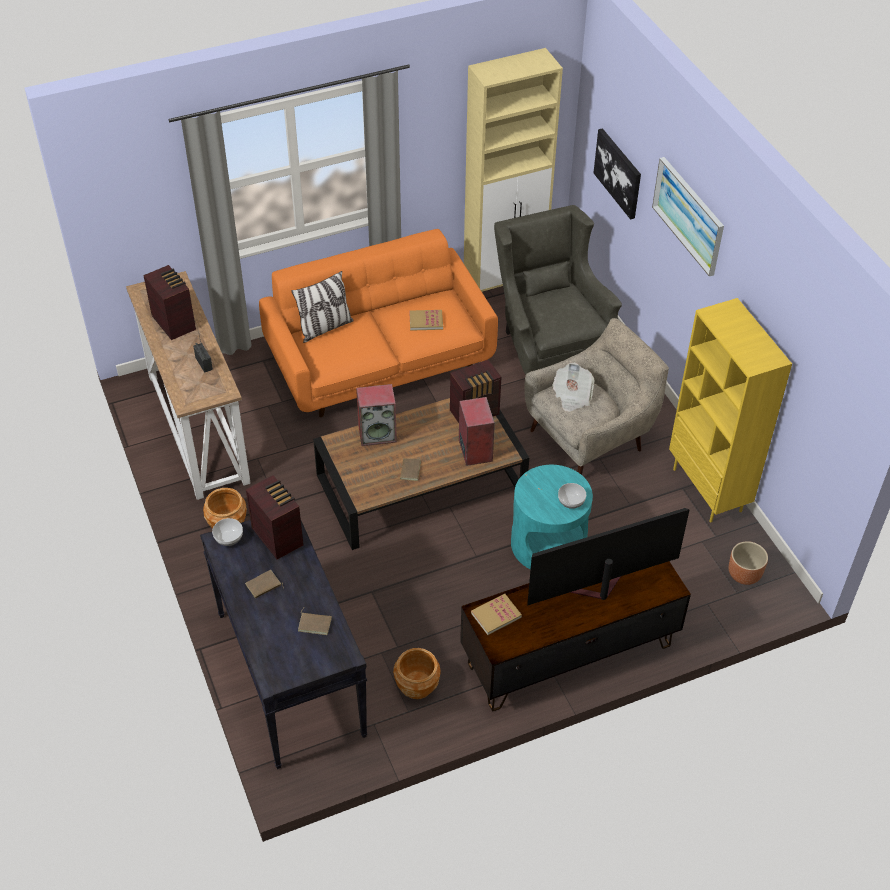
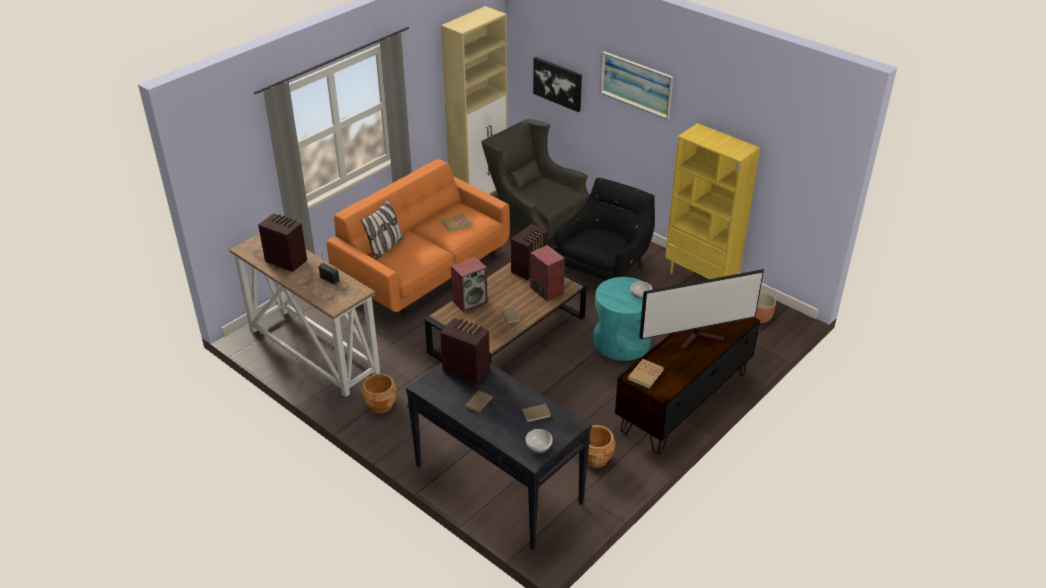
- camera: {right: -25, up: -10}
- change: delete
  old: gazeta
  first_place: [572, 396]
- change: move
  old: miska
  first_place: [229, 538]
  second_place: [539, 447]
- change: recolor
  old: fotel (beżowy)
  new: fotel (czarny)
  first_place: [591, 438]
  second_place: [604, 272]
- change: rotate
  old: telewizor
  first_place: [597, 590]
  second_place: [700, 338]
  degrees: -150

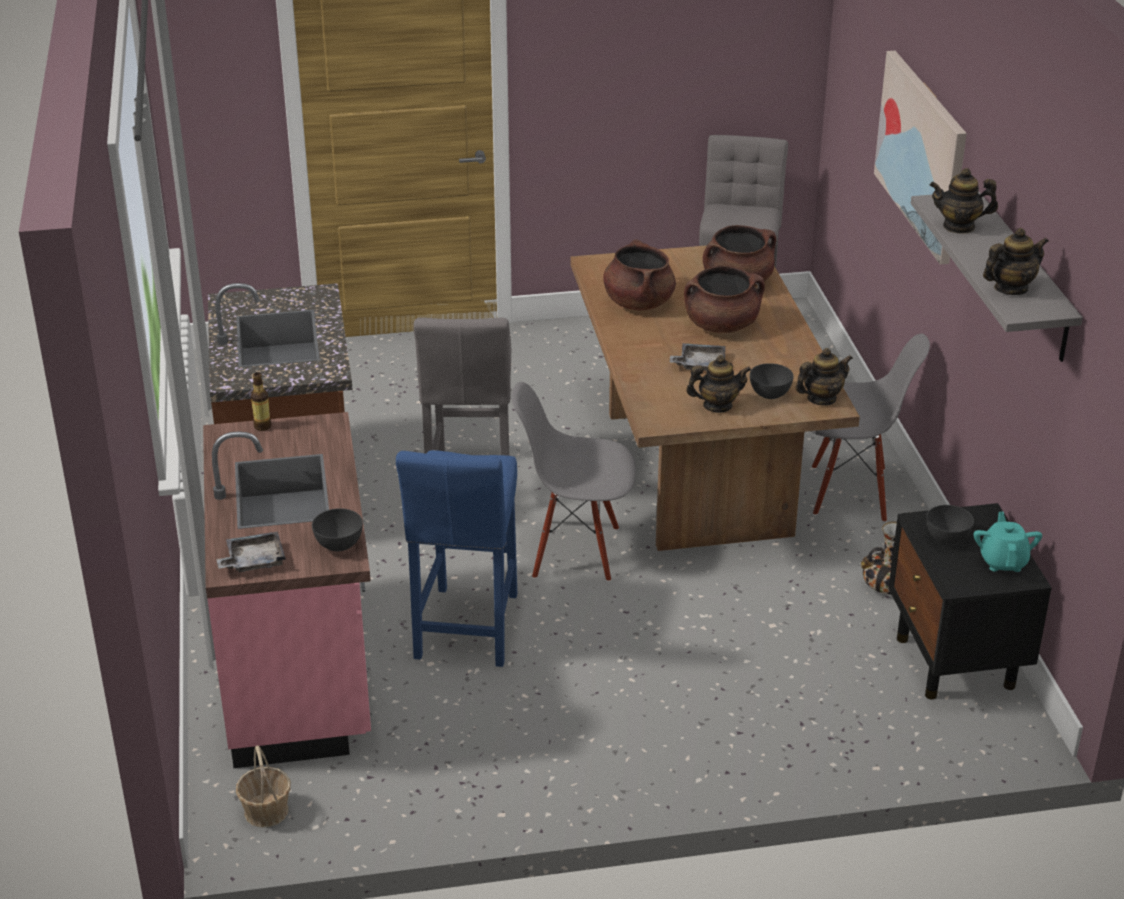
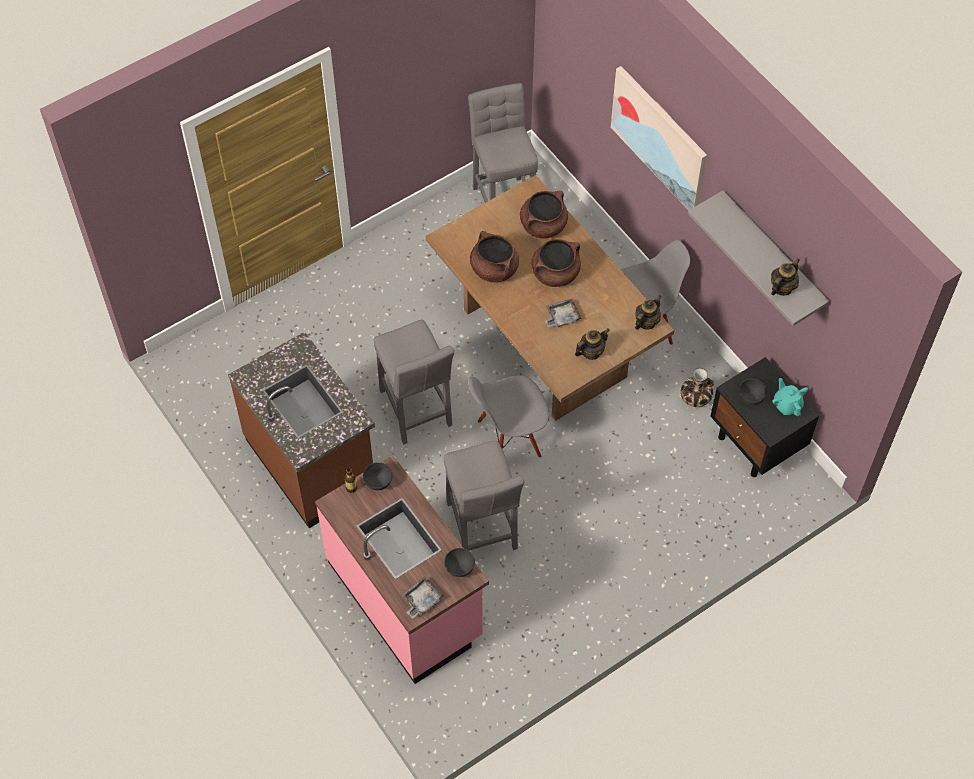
- camera: {right: -25, up: 25}
- change: delete
  old: koszyk
  first_place: [266, 811]
- change: delete
  old: imbryk
  first_place: [959, 226]
- change: move
  old: miska (szary)
  first_place: [770, 394]
  second_place: [378, 482]
- change: recolor
  old: stołek (niebieski)
  new: stołek (szary)
  first_place: [466, 631]
  second_place: [482, 530]

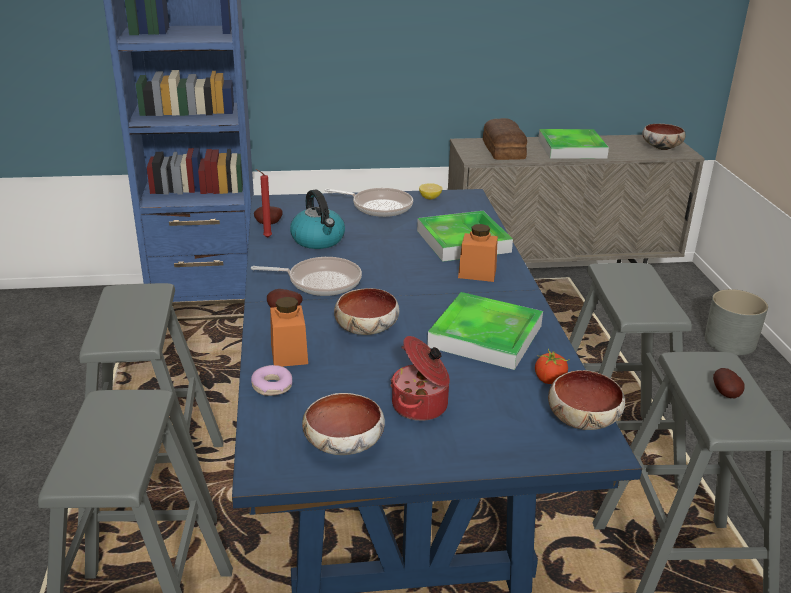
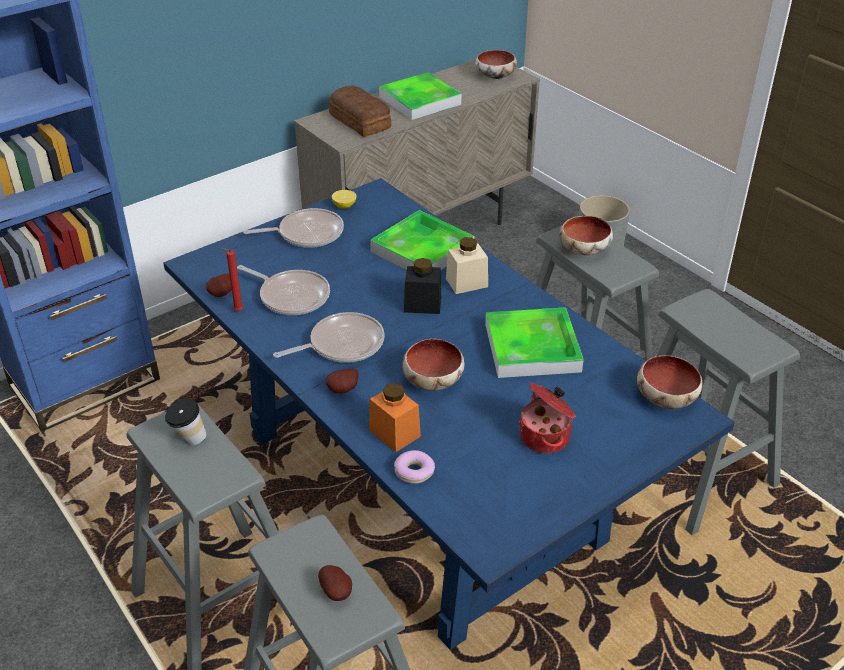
- camera: {right: -30, up: 10}
- change: delete
  old: pomidor
  first_place: [550, 380]
- change: insert
  new: filiżanka
  second_place: [189, 441]
- change: insert
  new: słoik (czarny)
  second_place: [422, 304]
- change: move
  old: miska
  first_place: [345, 444]
  second_place: [584, 249]
- change: move
  old: ziemniak
  first_place: [726, 395]
  second_place: [337, 592]
- change: replace
  old: czajnik
  new: patelnia
  first_place: [318, 240]
  second_place: [291, 296]
- change: recolor
  old: słoik (pomarańczowy)
  new: słoik (beżowy)
  first_place: [477, 273]
  second_place: [466, 282]

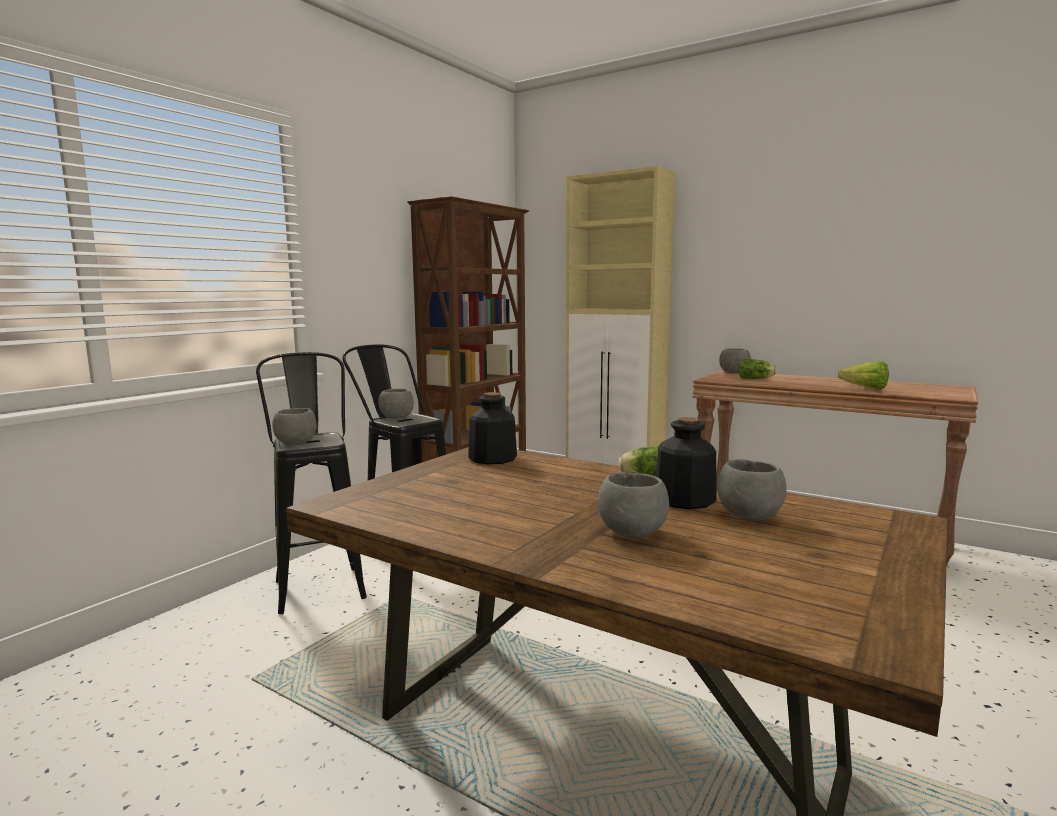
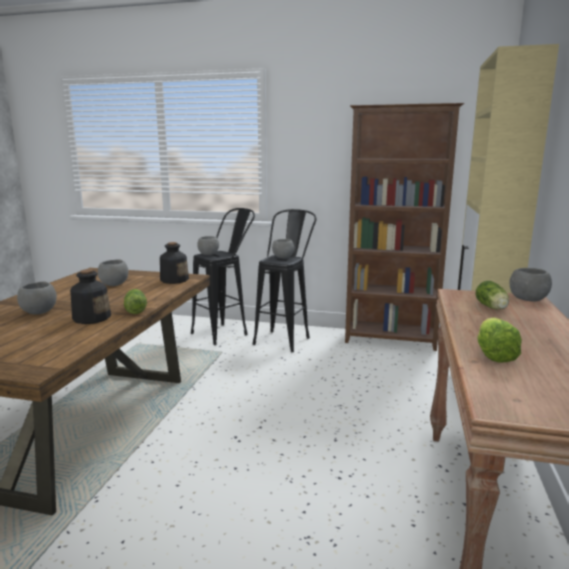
- camera: {right: 70, up: 5}
- change: move
  old: miska (szary)
  first_place: [750, 516]
  second_place: [114, 284]

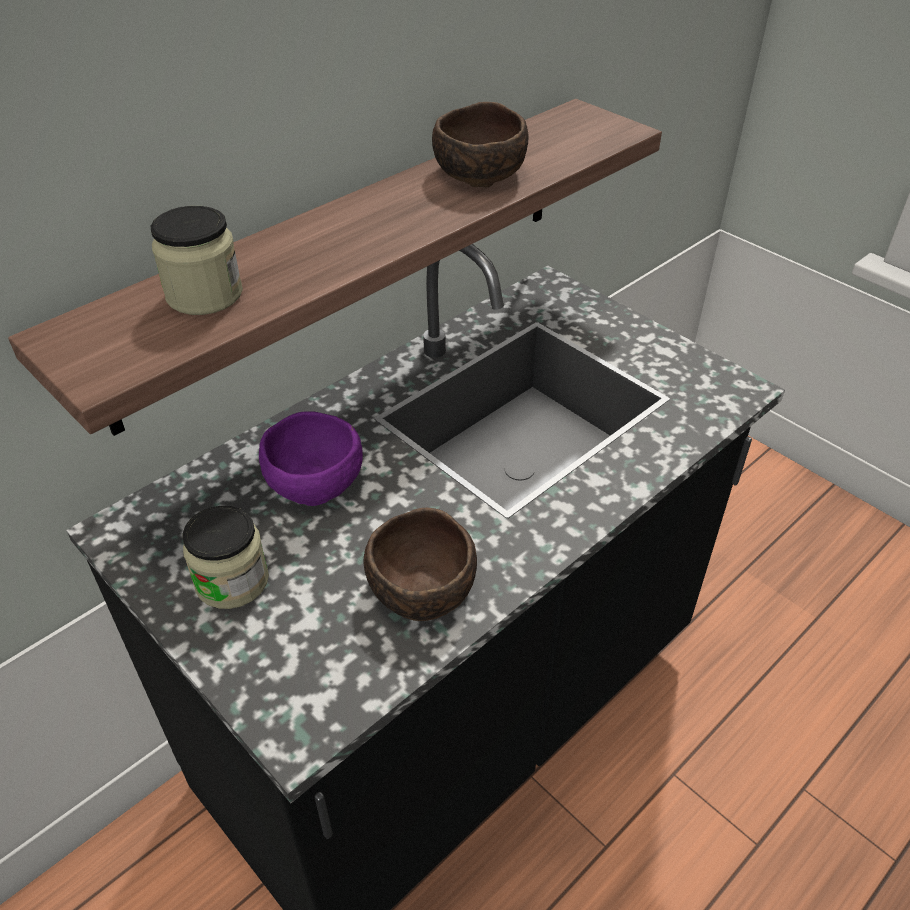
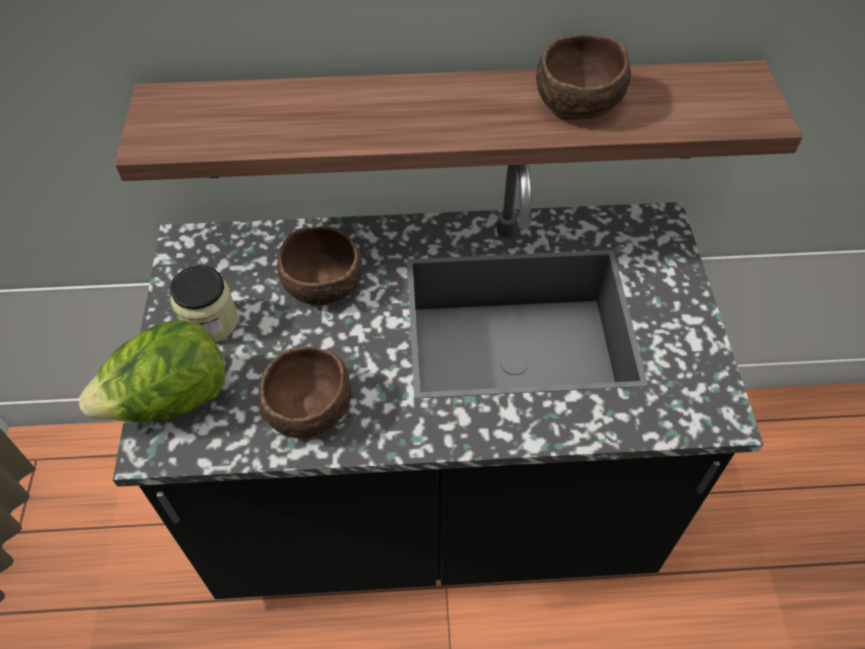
- camera: {right: 40, up: 10}
- change: delete
  old: słoik
  first_place: [204, 295]
- change: insert
  new: sałata
  second_place: [170, 401]
- change: recolor
  old: miska (fioletowy)
  new: miska (brązowy)
  first_place: [317, 480]
  second_place: [324, 284]

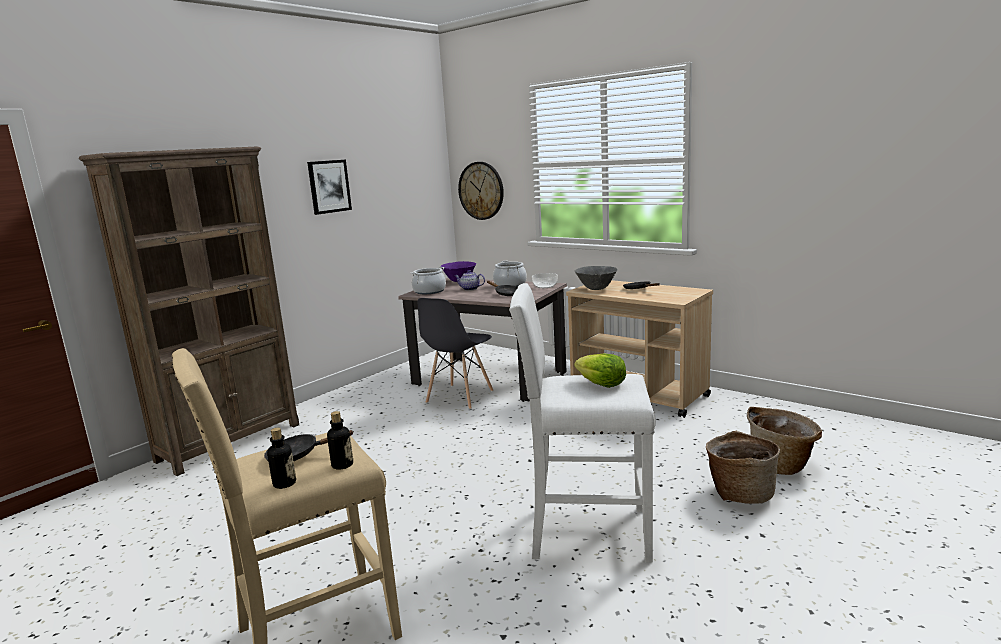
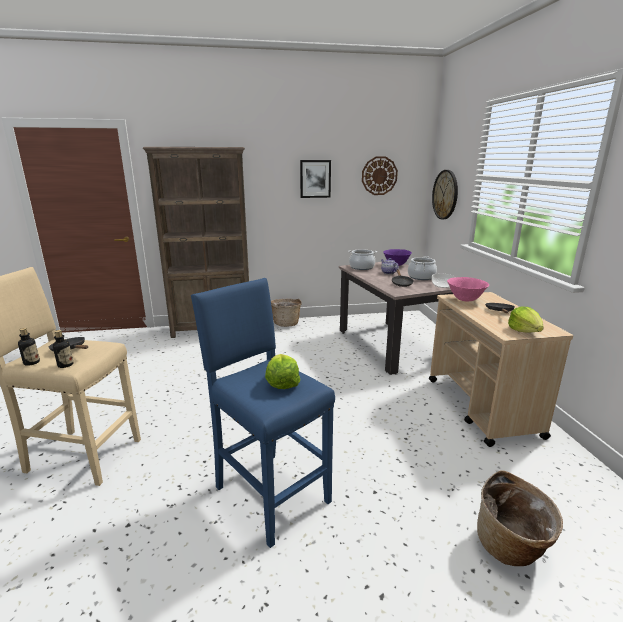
- camera: {right: 40, up: 5}
- change: delete
  old: krzesło (szary)
  first_place: [459, 397]
- change: insert
  new: zegar ścienny
  second_place: [379, 176]
- change: insert
  new: sałata
  second_place: [524, 331]
- change: move
  old: koszyk
  first_place: [740, 493]
  second_place: [286, 323]
- change: recolor
  old: stołek (biały)
  new: stołek (niebieski)
  first_place: [586, 532]
  second_place: [270, 493]
- change: recolor
  old: miska (szary)
  new: miska (różowy)
  first_place: [596, 289]
  second_place: [465, 300]

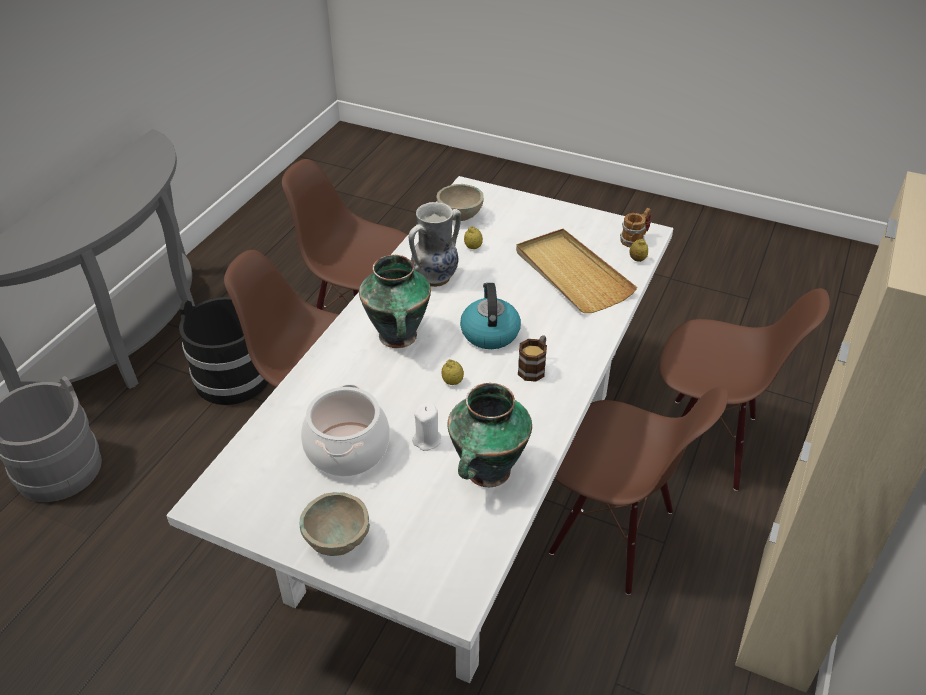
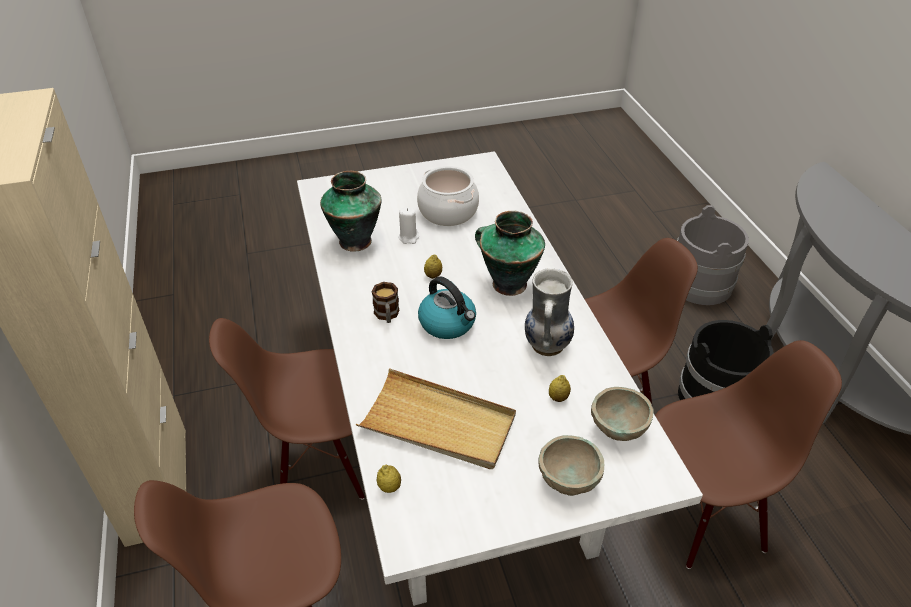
- camera: {right: 140, up: 0}
- change: delete
  old: kubek
  first_place: [635, 239]
- change: move
  old: miska (beżowy)
  first_place: [338, 540]
  second_place: [568, 481]

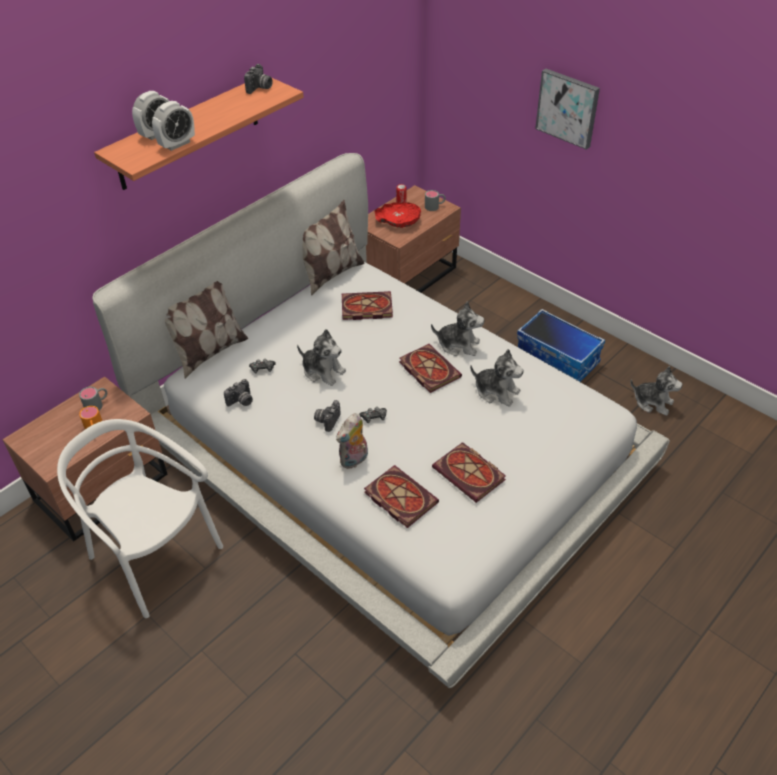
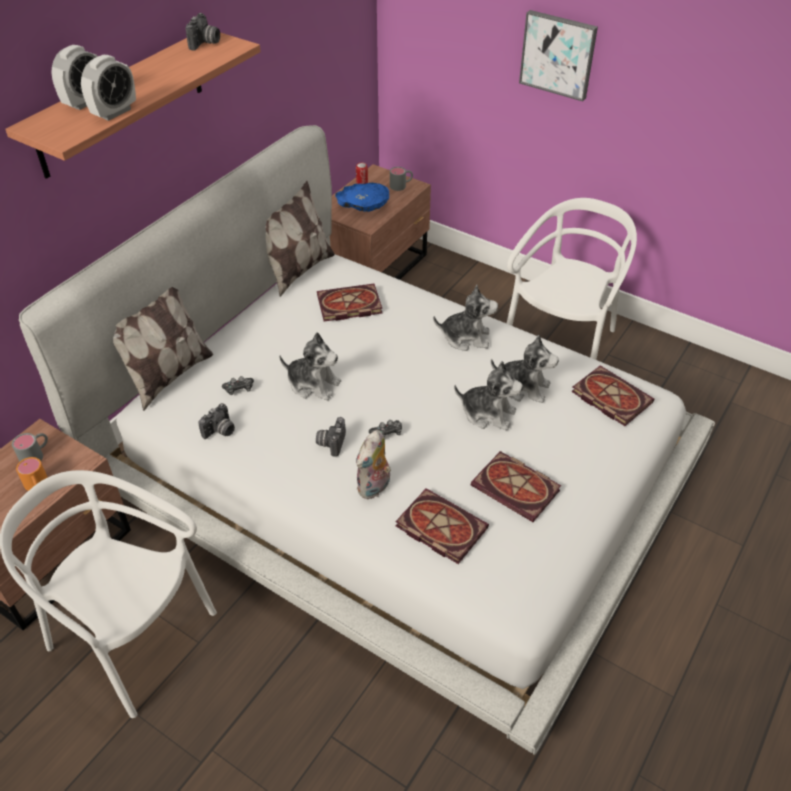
- camera: {right: -10, up: 0}
- change: move
  old: książka
  first_place: [427, 369]
  second_place: [609, 397]
- change: move
  old: pluszak
  first_place: [652, 402]
  second_place: [488, 413]
- change: replace
  old: pojemnik do przechowywania
  new: krzesło (biały)
  first_place: [558, 358]
  second_place: [561, 344]
- change: recolor
  old: miska (czerwony)
  new: miska (niebieski)
  first_place: [398, 221]
  second_place: [364, 204]

